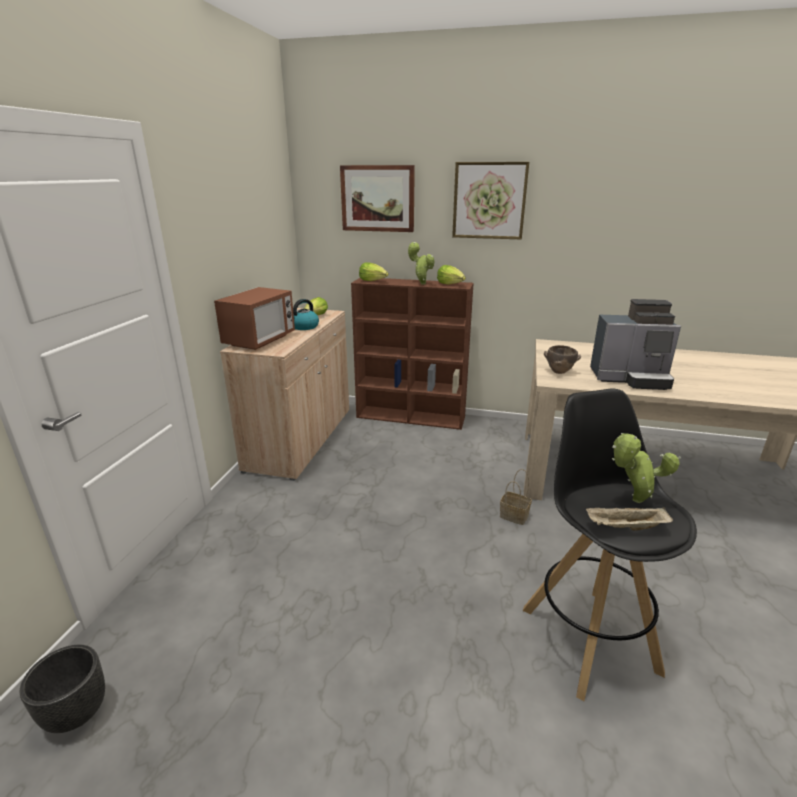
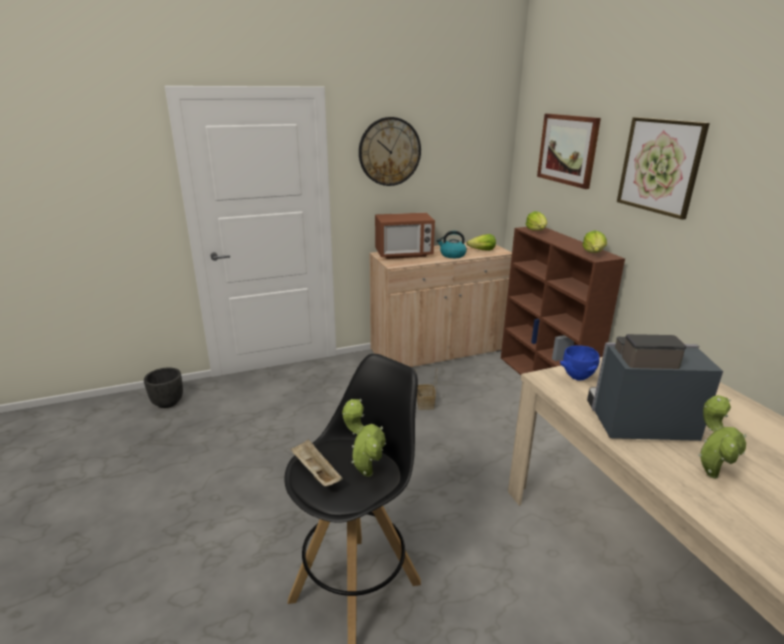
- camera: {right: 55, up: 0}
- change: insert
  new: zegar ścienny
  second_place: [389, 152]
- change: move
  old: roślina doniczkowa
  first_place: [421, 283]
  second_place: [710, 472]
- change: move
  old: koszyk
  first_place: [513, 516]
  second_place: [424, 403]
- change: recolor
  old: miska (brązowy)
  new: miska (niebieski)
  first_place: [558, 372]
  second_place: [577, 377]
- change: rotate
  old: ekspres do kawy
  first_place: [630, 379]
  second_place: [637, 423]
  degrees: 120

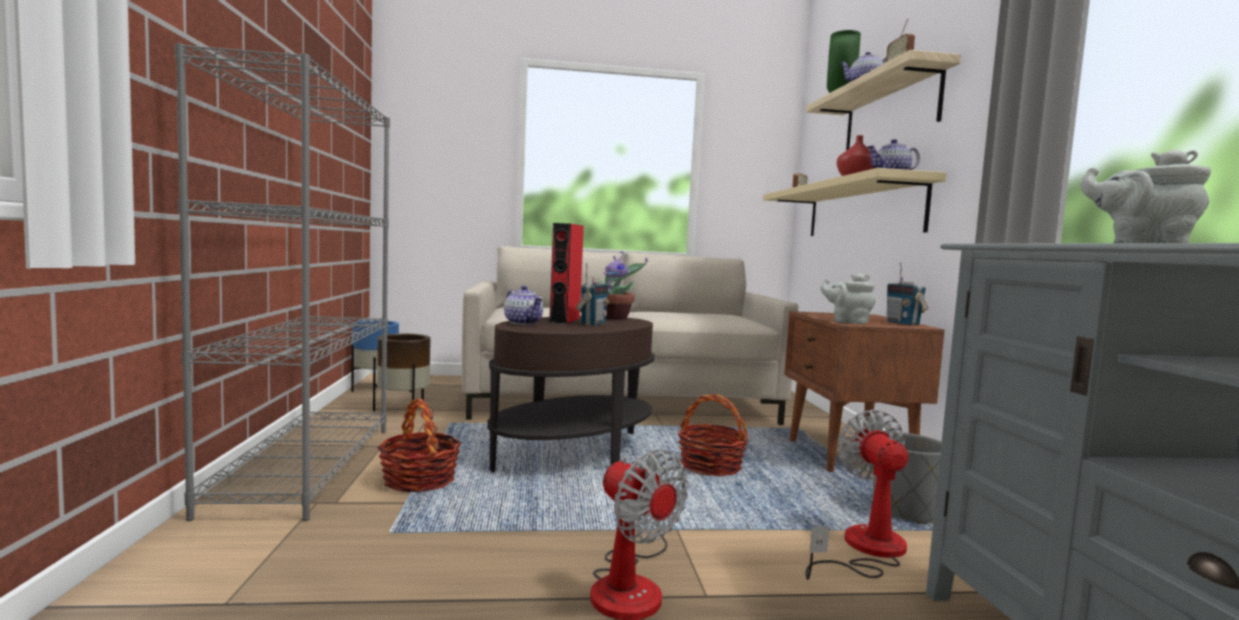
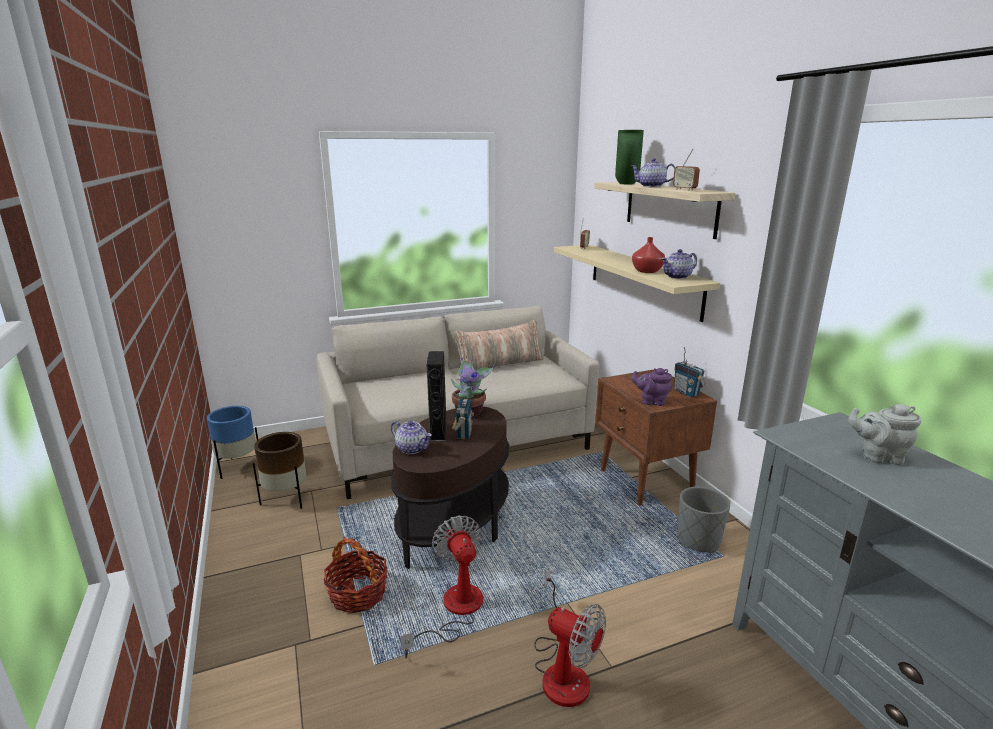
- camera: {right: -15, up: 15}
- change: delete
  old: regał (szary)
  first_place: [305, 466]
- change: delete
  old: koszyk
  first_place: [711, 466]
- change: insert
  new: poduszka
  second_place: [499, 364]
- change: move
  old: wentylator
  first_place: [865, 550]
  second_place: [454, 611]
- change: recolor
  old: głośnik (czerwony)
  new: głośnik (czarny)
  first_place: [564, 320]
  second_place: [438, 432]
- change: recolor
  old: imbryk (szary)
  new: imbryk (fioletowy)
  first_place: [847, 322]
  second_place: [651, 401]

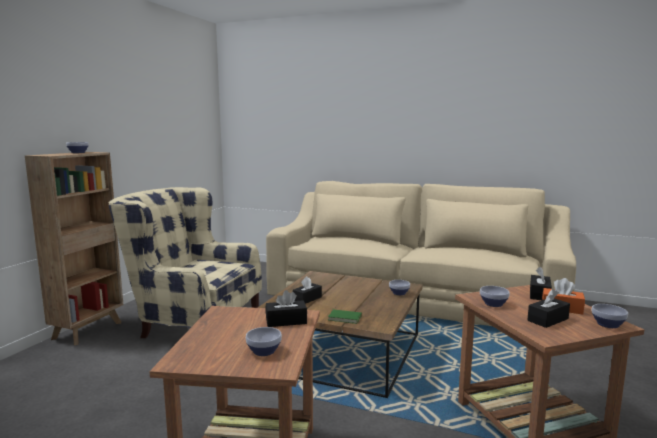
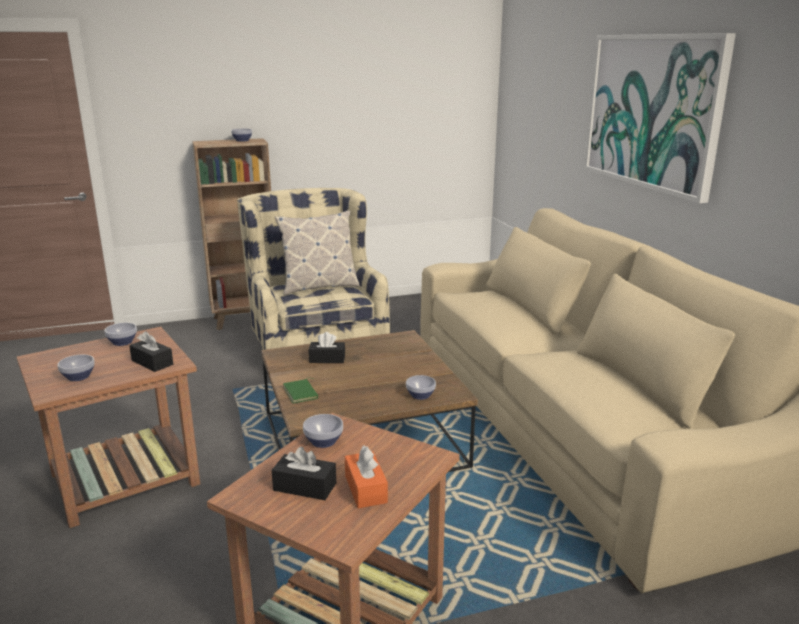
- camera: {right: 50, up: 10}
- change: delete
  old: pudełko chusteczek (czarny)
  first_place: [539, 294]
- change: insert
  new: poduszka
  second_place: [319, 286]
- change: insert
  new: obraz
  second_place: [652, 111]
- change: move
  old: miska
  first_place: [607, 324]
  second_place: [123, 342]

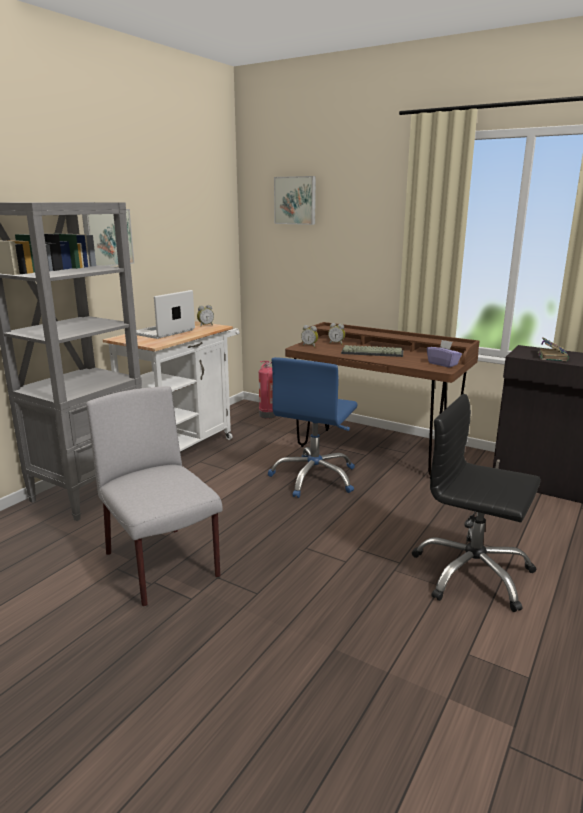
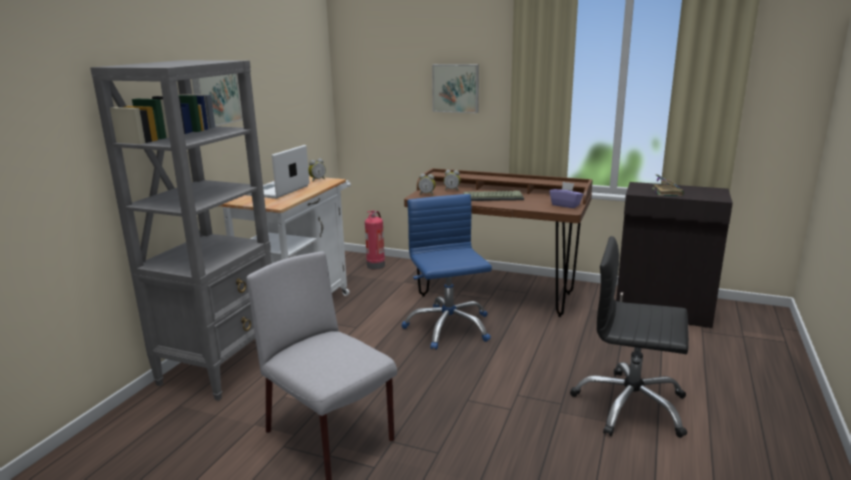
- camera: {right: -10, up: 0}
- change: move
  old: obraz
  first_place: [295, 200]
  second_place: [456, 88]
- change: rotate
  old: krzesło biurowe (niebieski)
  first_place: [314, 478]
  second_place: [448, 327]
  degrees: 150

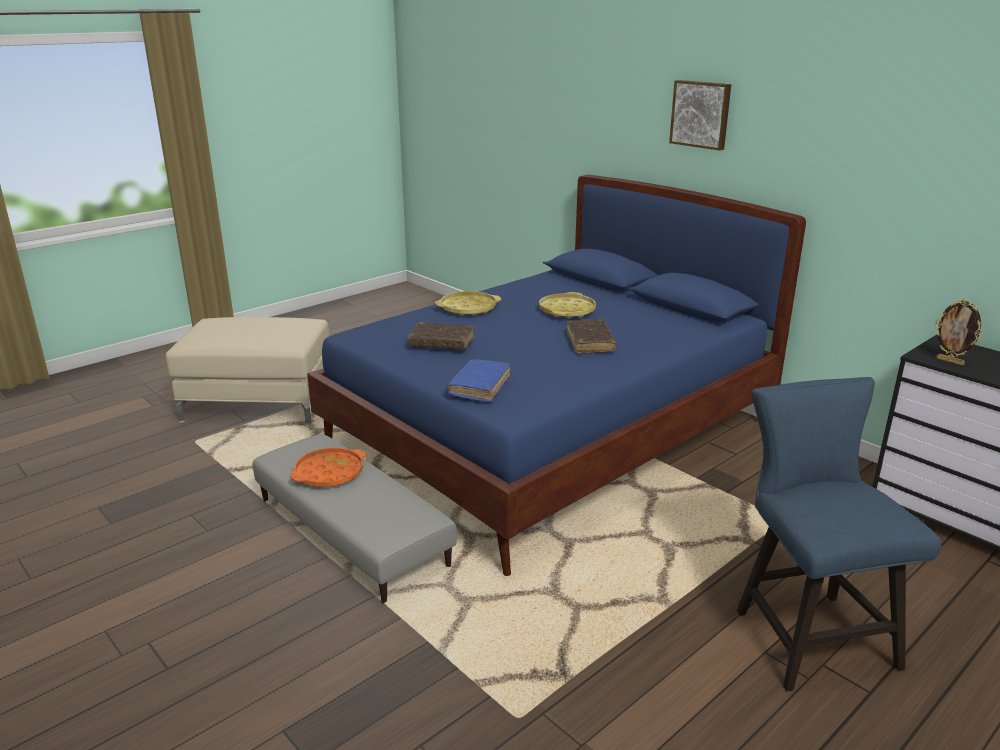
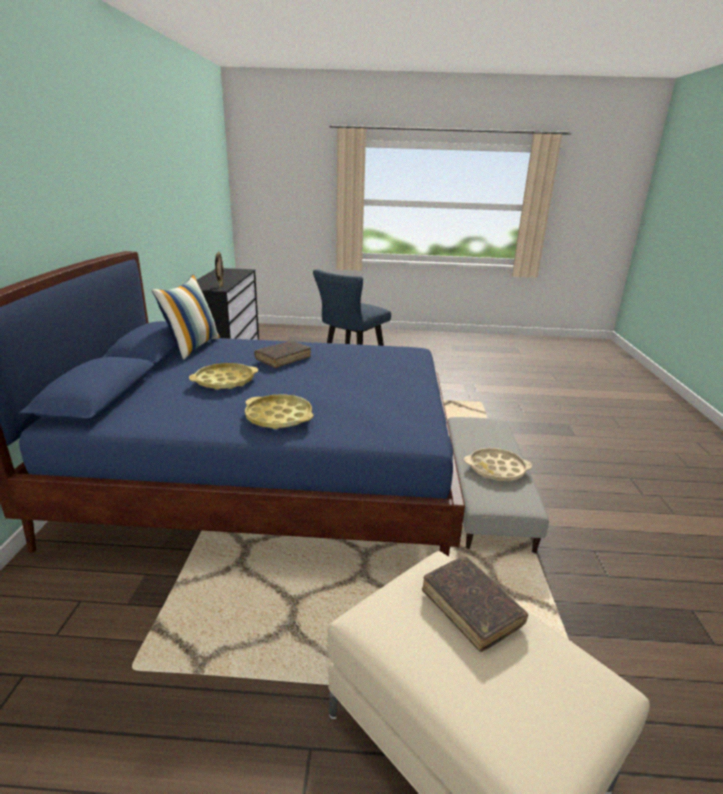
- camera: {right: -135, up: 0}
- change: delete
  old: książka (niebieski)
  first_place: [479, 387]
- change: delete
  old: obraz
  first_place: [701, 114]
- change: insert
  new: poduszka
  second_place: [192, 346]
- change: move
  old: książka (brązowy)
  first_place: [441, 343]
  second_place: [471, 608]
- change: recolor
  old: taca (pomarańczowy)
  new: taca (beżowy)
  first_place: [329, 473]
  second_place: [496, 469]

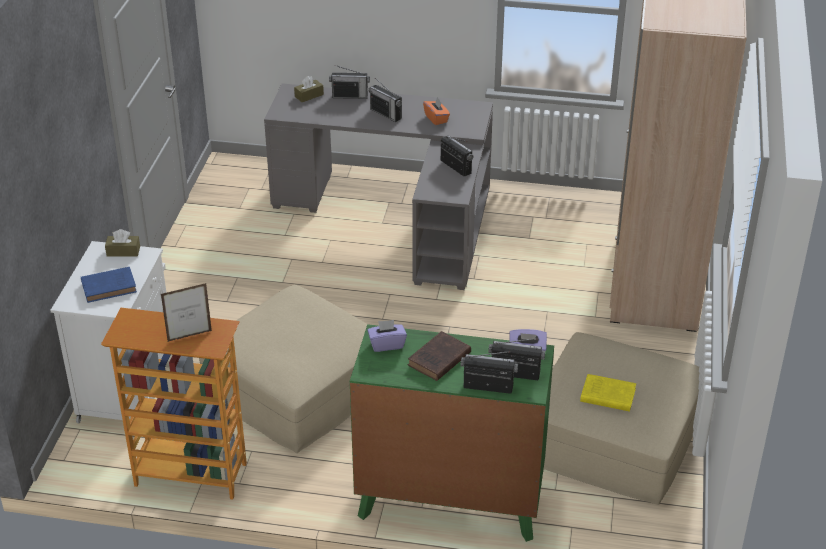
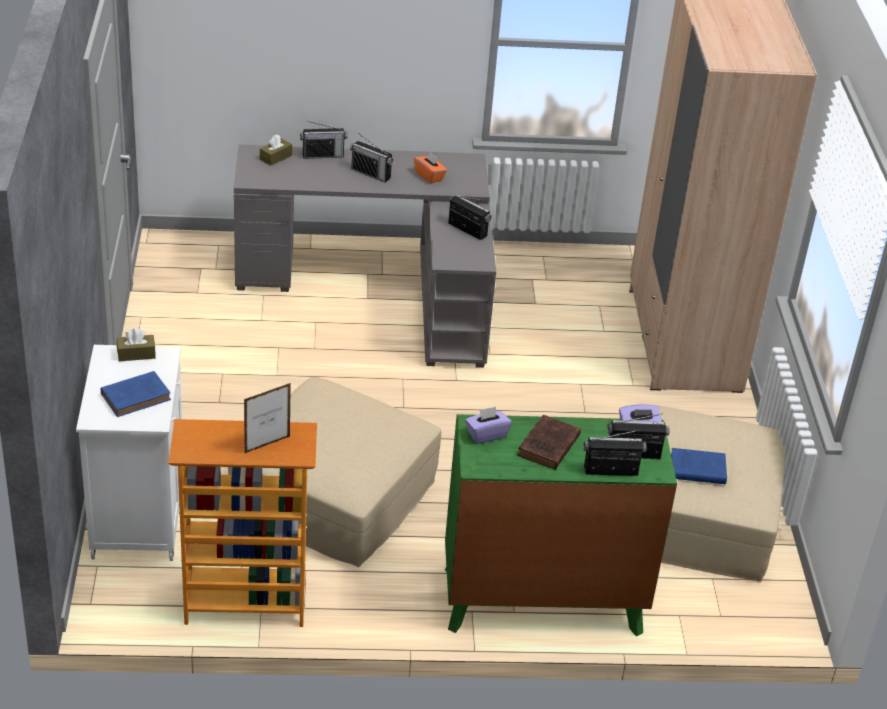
- camera: {right: -15, up: 0}
- change: recolor
  old: książka (żółty)
  new: książka (niebieski)
  first_place: [606, 395]
  second_place: [695, 469]

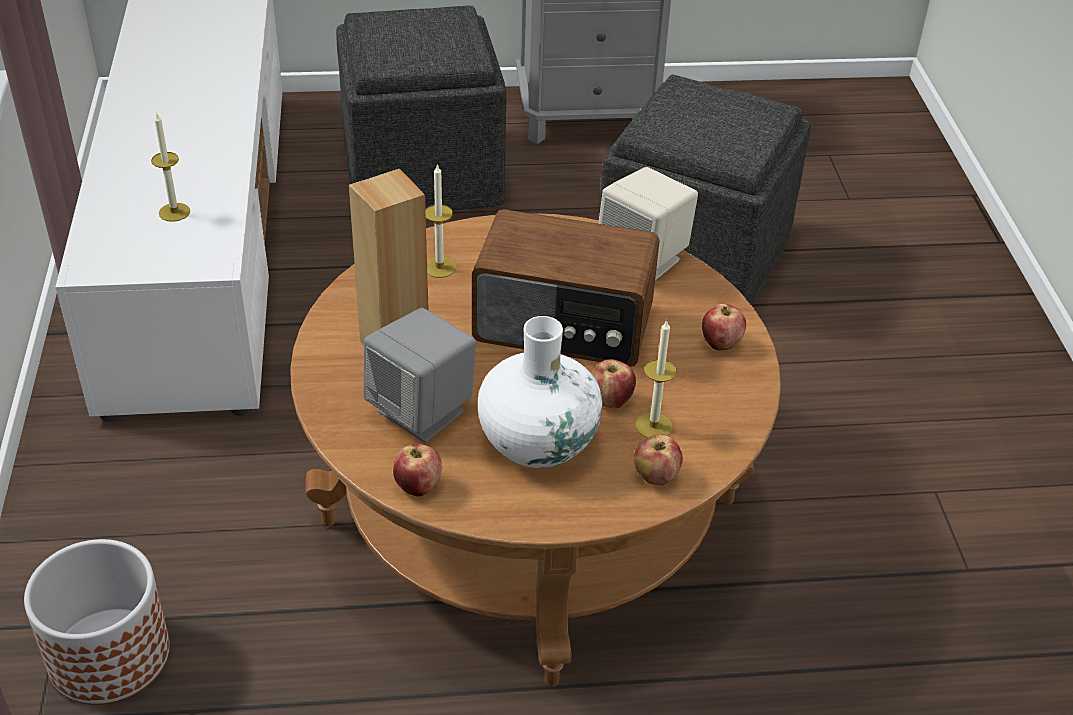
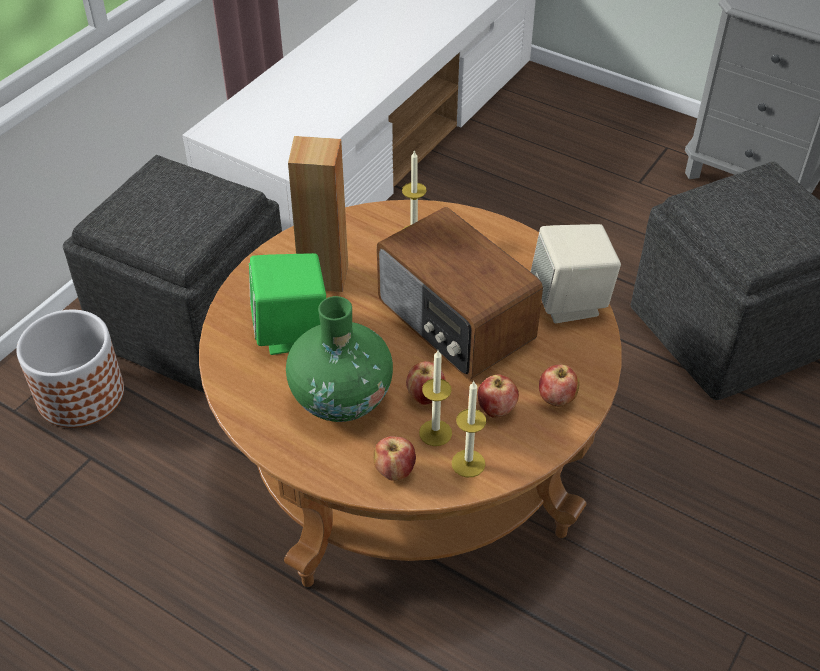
- camera: {right: 40, up: 5}
- change: move
  old: świeca
  first_place: [174, 212]
  second_place: [468, 463]
- change: move
  old: pufa (szary)
  first_place: [420, 172]
  second_place: [193, 321]
- change: move
  old: jabłko
  first_place: [418, 487]
  second_place: [496, 410]
- change: recolor
  old: głośnik (szary)
  new: głośnik (zielony)
  first_place: [422, 411]
  second_place: [292, 332]
- change: recolor
  old: wazon (biały)
  new: wazon (zielony)
  first_place: [538, 443]
  second_place: [341, 398]

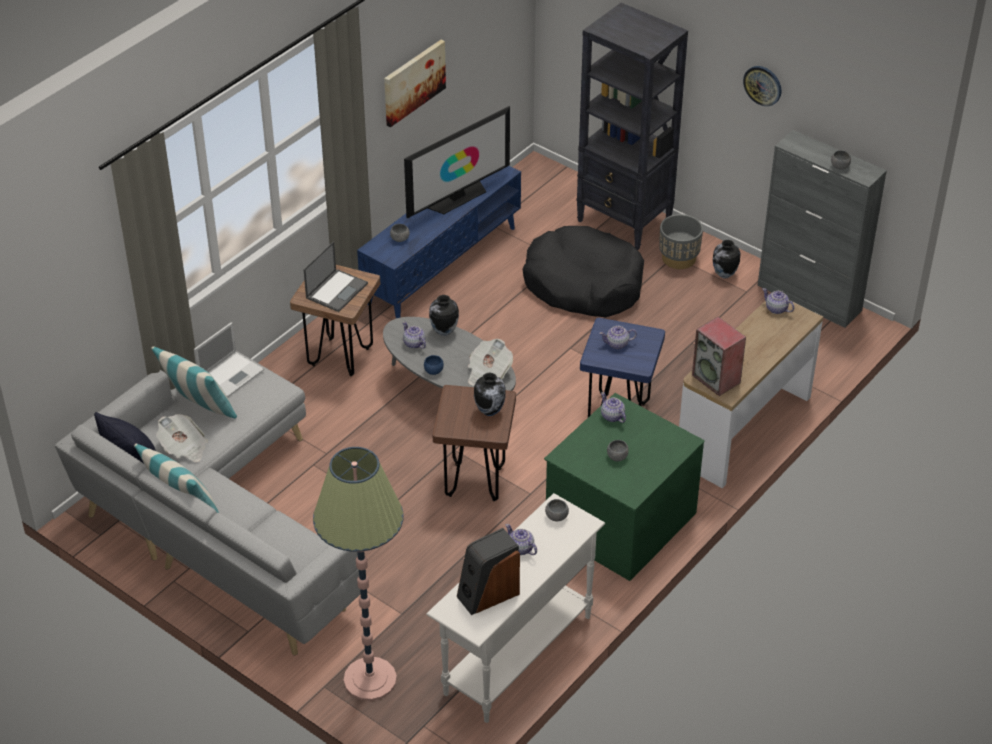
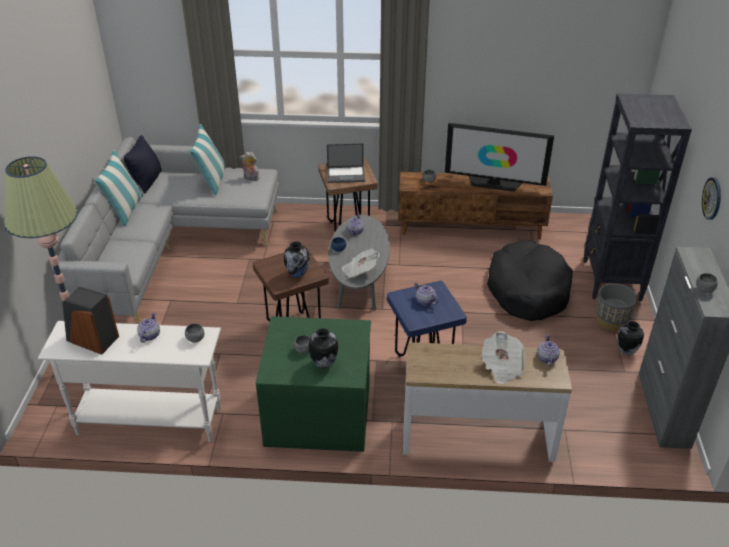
- camera: {right: 55, up: -5}
- change: delete
  old: obraz
  first_place: [413, 82]
- change: delete
  old: imbryk
  first_place: [612, 416]
- change: delete
  old: głośnik
  first_place: [717, 379]
- change: move
  old: gazeta
  first_place: [184, 448]
  second_place: [502, 367]
- change: move
  old: wazon
  first_place: [444, 332]
  second_place: [323, 364]
- change: replace
  old: laptop
  new: pluszak
  first_place: [231, 374]
  second_place: [251, 178]
- change: recolor
  old: szafka pod telewizor (niebieski)
  new: szafka pod telewizor (brązowy)
  first_place: [442, 264]
  second_place: [471, 228]

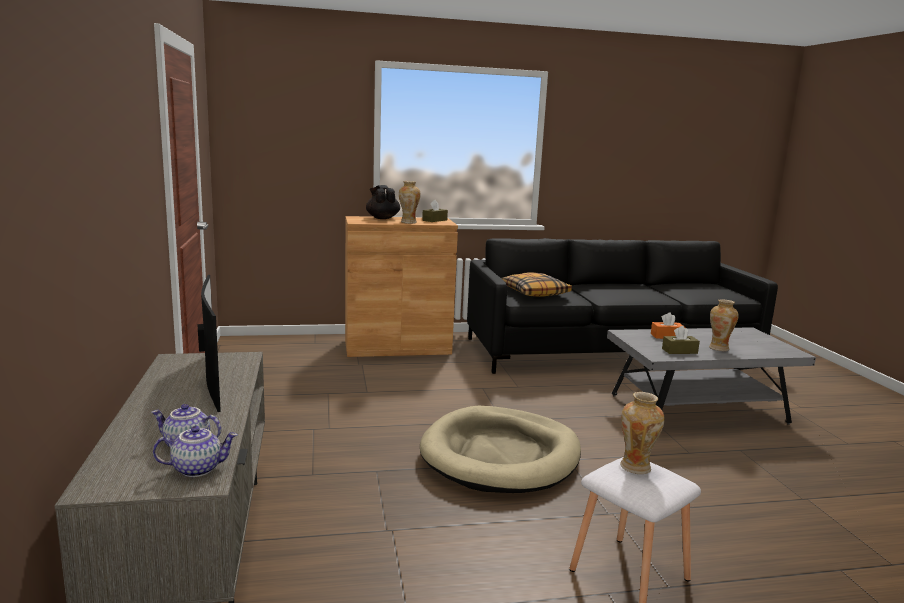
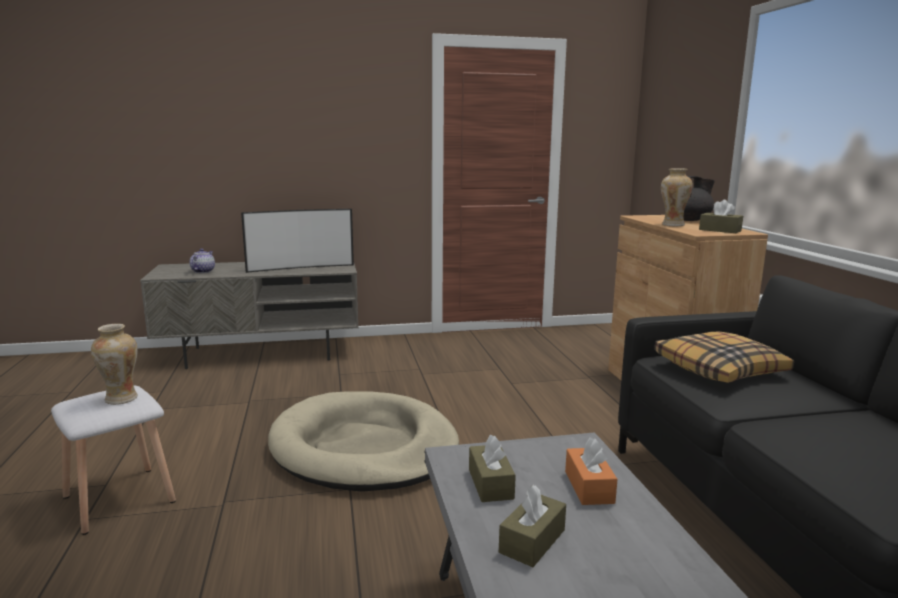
- camera: {right: 90, up: 0}
- change: delete
  old: imbryk
  first_place: [198, 468]
- change: replace
  old: wazon
  new: pudełko chusteczek (brązowy)
  first_place: [719, 348]
  second_place: [532, 541]

